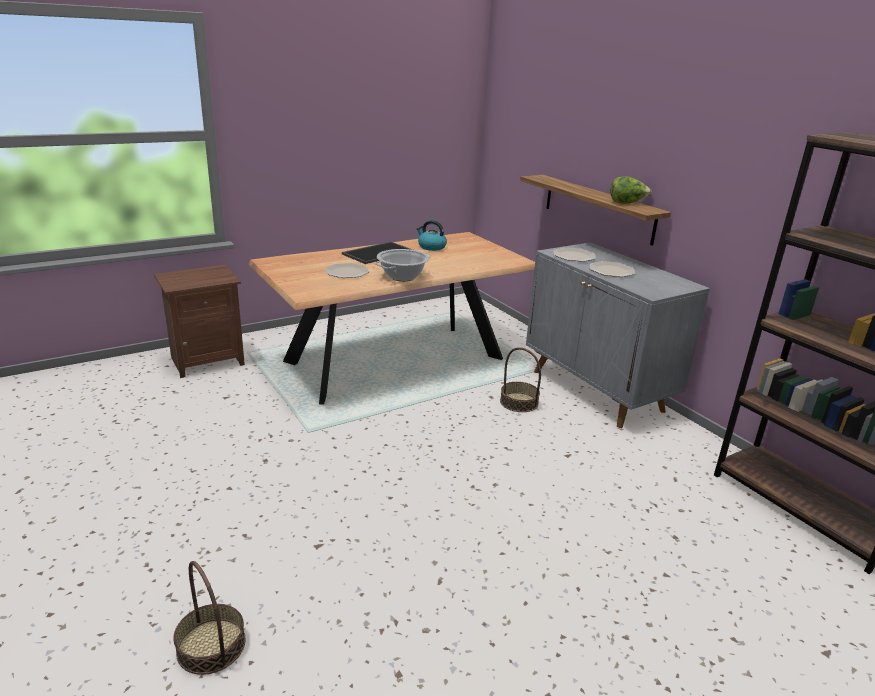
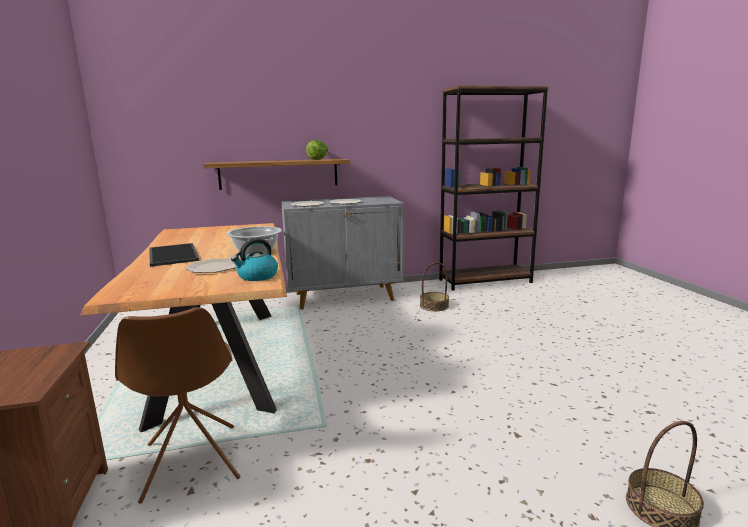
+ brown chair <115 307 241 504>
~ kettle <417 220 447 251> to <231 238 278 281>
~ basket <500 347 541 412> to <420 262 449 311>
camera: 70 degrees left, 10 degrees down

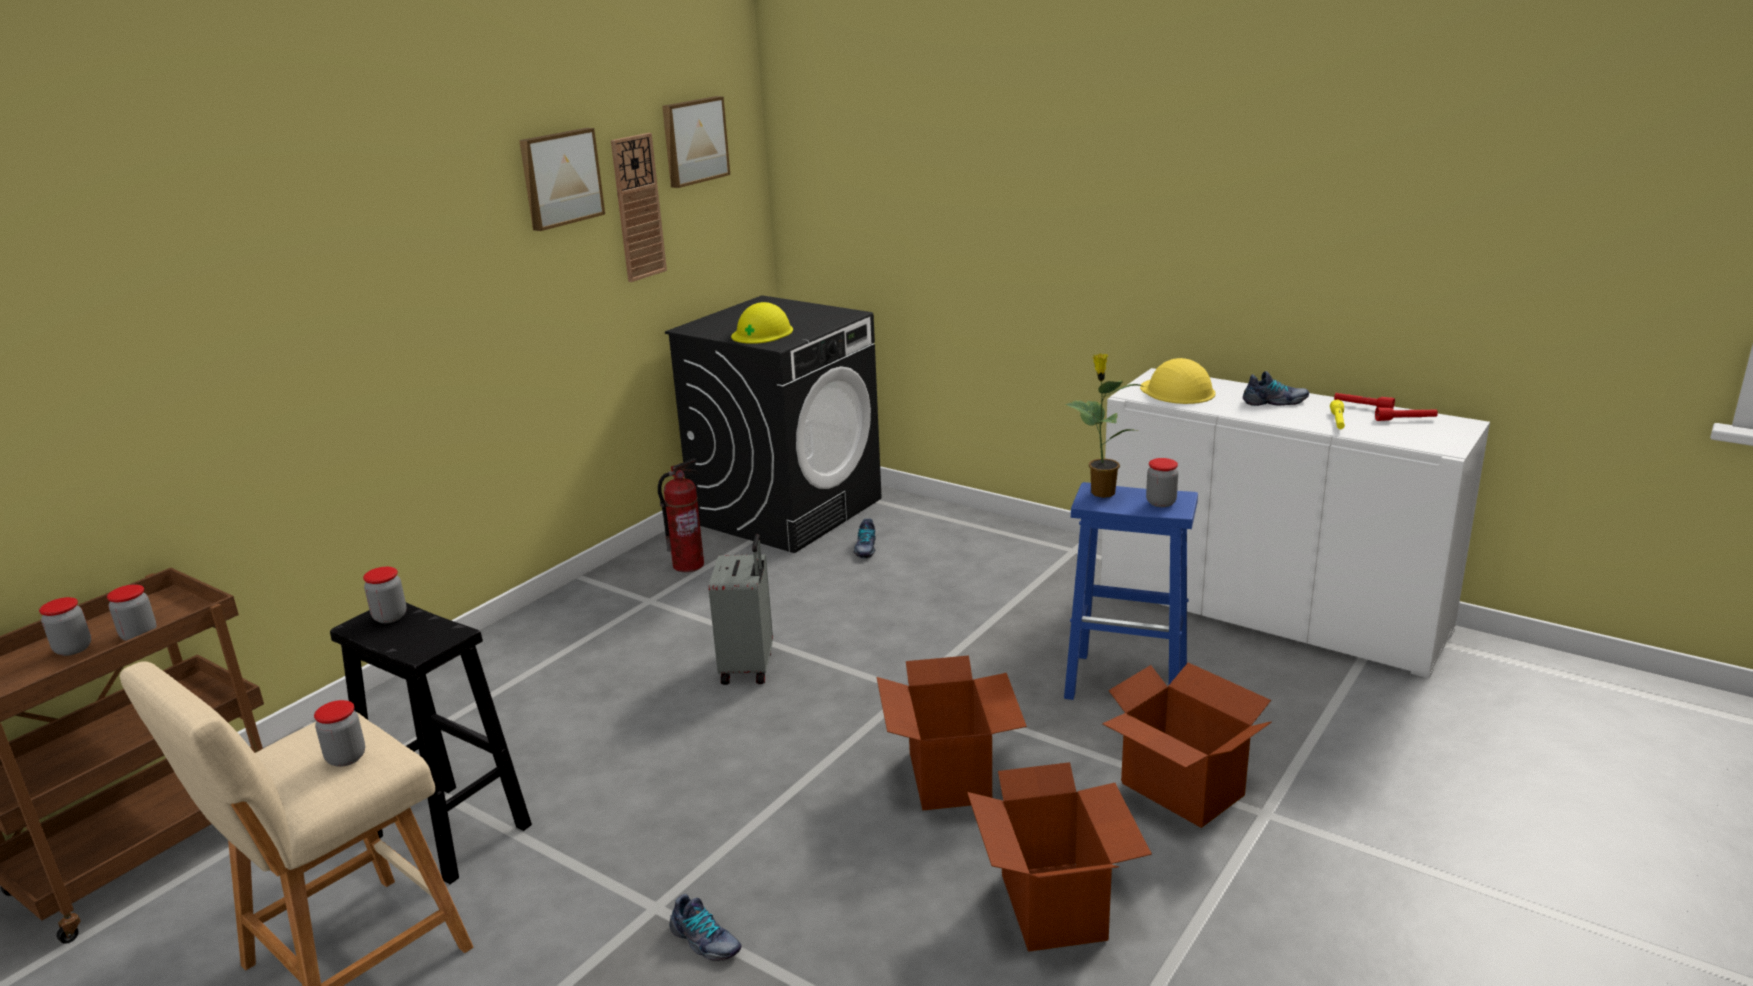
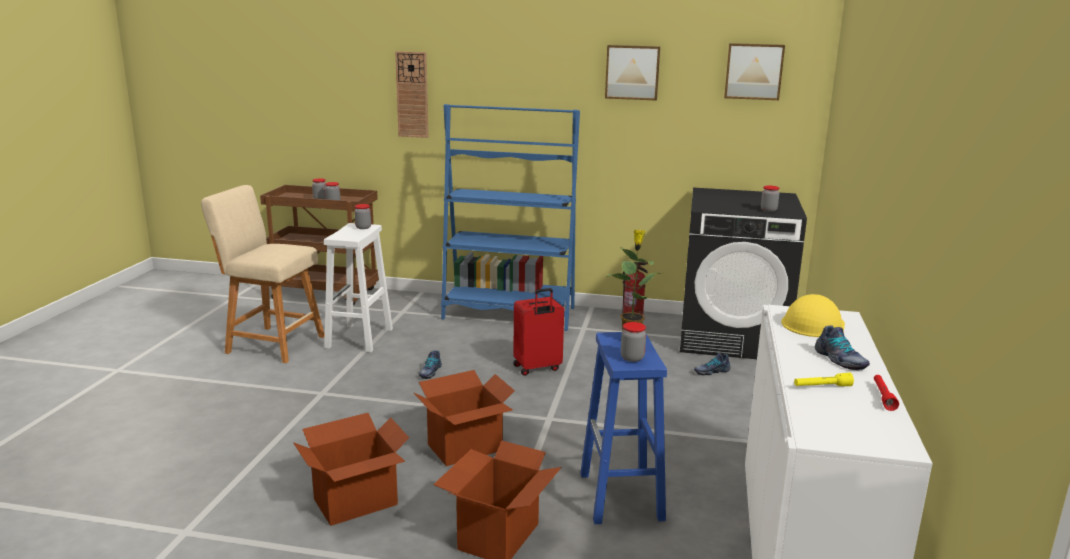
~ black stool <330 603 532 884> to white stool <324 223 393 352>
~ wall clock <611 133 667 282> to <395 51 428 138>
~ shoe <669 894 742 961> to <419 350 442 379>
+ blue bookcase <441 104 580 331>
~ grey suitcase <709 534 773 685> to red suitcase <513 288 564 376>
~ jar <314 700 365 767> to <761 186 779 212>
- yellow hard hat <731 302 793 344>
- red flashlight <1375 407 1438 421>
camera: 65 degrees right, 5 degrees down

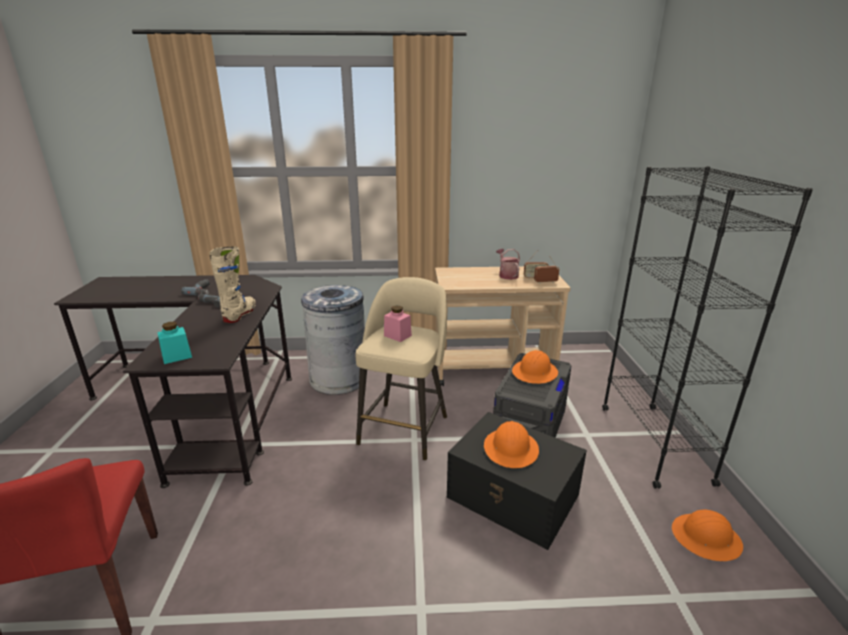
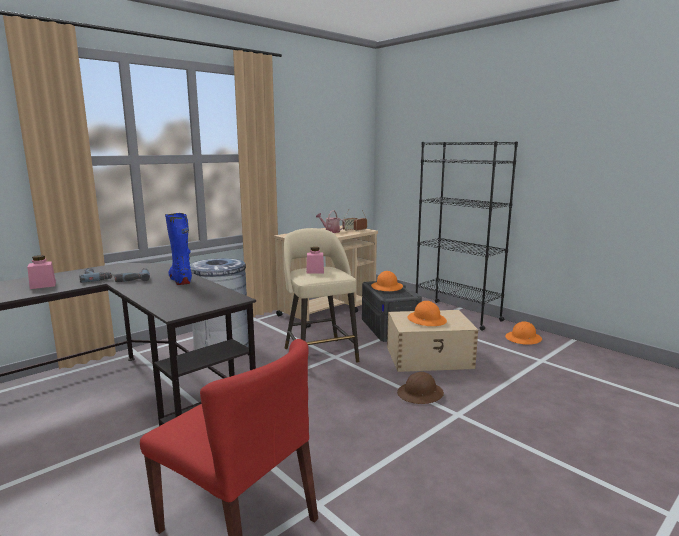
+ pink jar <27 255 56 289>
~ beige boot <209 246 256 323> to blue boot <165 213 192 285>
~ black storage box <447 412 587 550> to beige storage box <387 310 478 372>
+ brown hard hat <397 372 444 404>
- turquoise jar <157 322 192 364>
camera: 40 degrees left, 10 degrees down

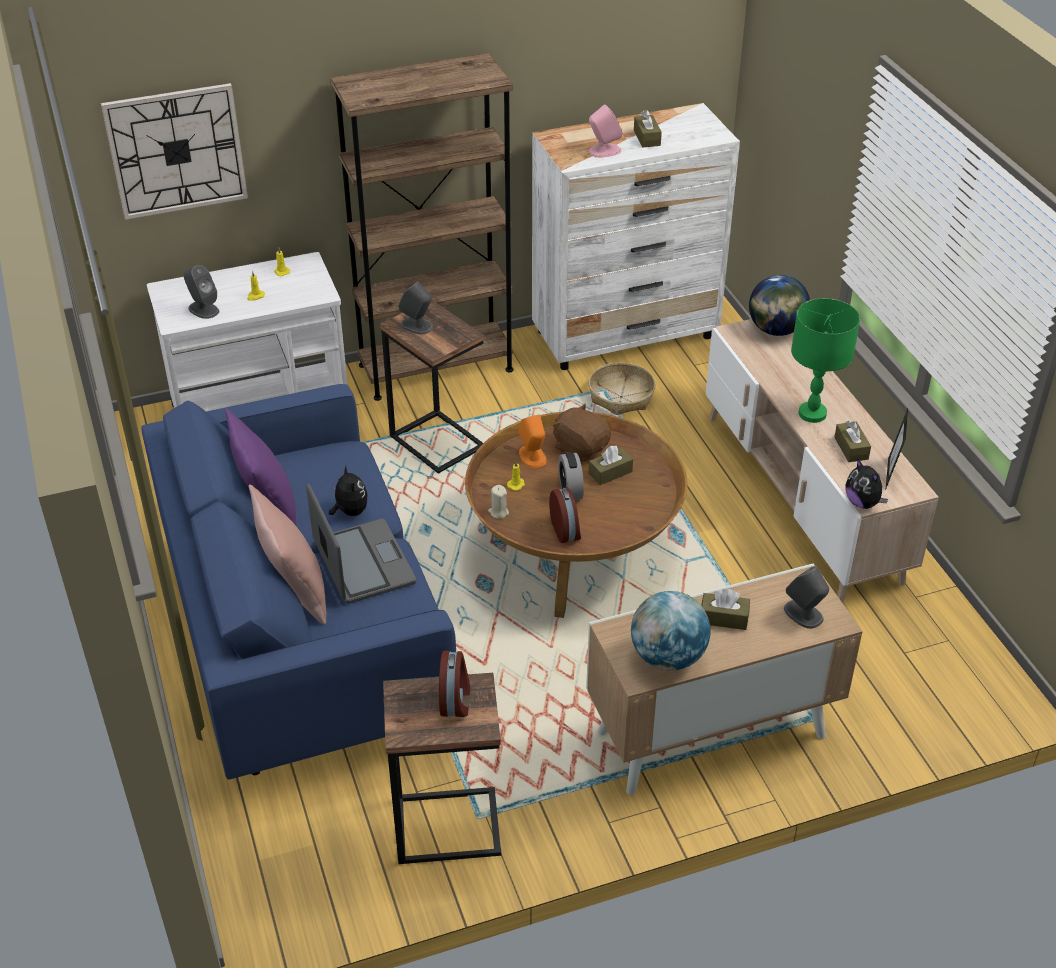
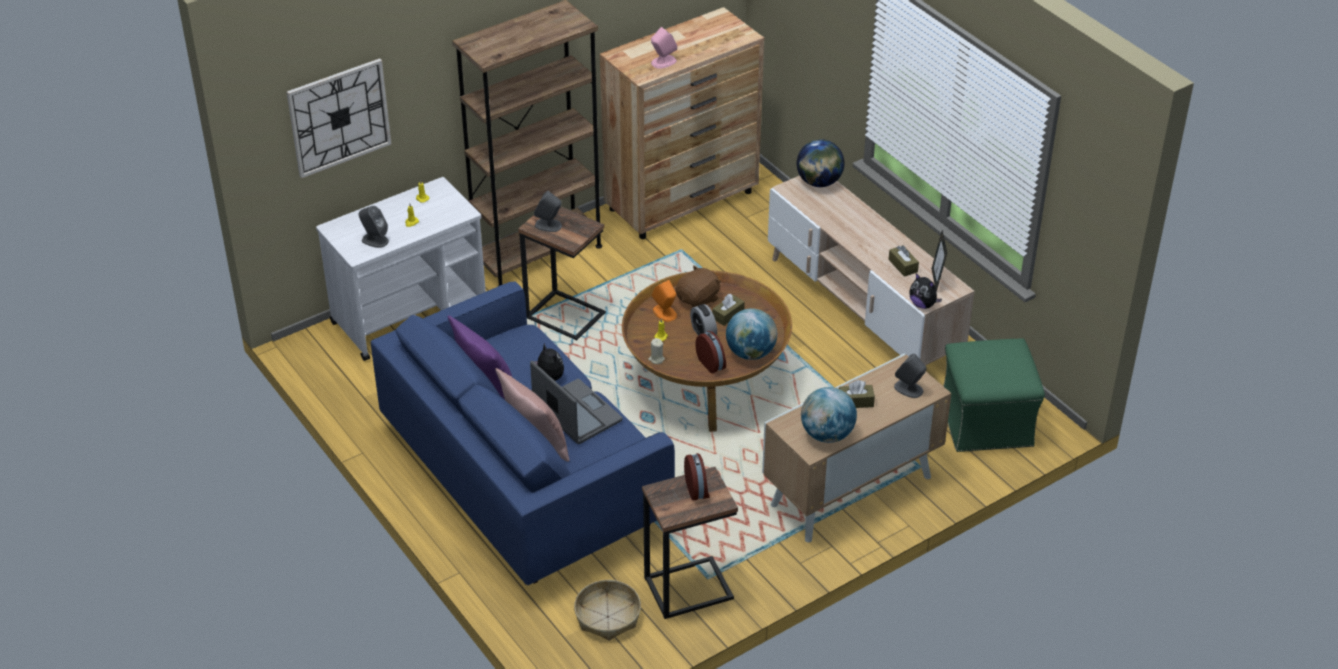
~ basket <589 363 656 415> to <574 580 641 641>
~ white dresser <532 103 740 370> to brown dresser <600 7 764 239>
~ brown plush toy <553 404 611 462> = <676 265 721 307> 105 degrees clockwise
+ globe <726 308 777 360>
+ green ottoman <944 338 1045 452>
- brown tissue box <634 110 662 148>
- green table lamp <791 298 860 423>
camera: 15 degrees left, 0 degrees up

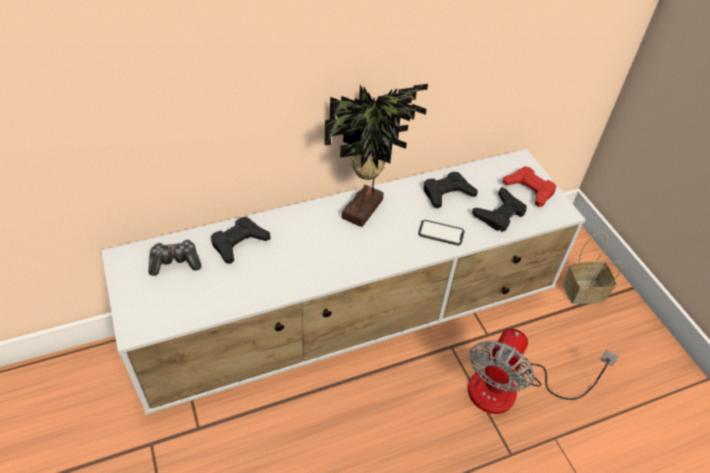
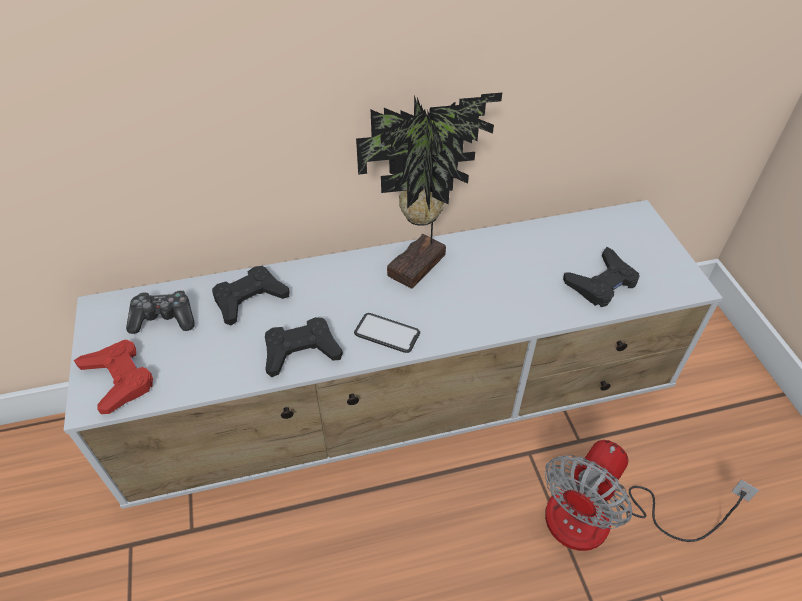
~ red game controller <502 166 557 207> to <74 339 153 414>
~ black game controller <424 172 478 209> to <265 317 343 377>
~ phone <418 220 465 245> to <354 313 420 353>
- basket <564 232 621 304>
camera: 10 degrees right, 0 degrees up

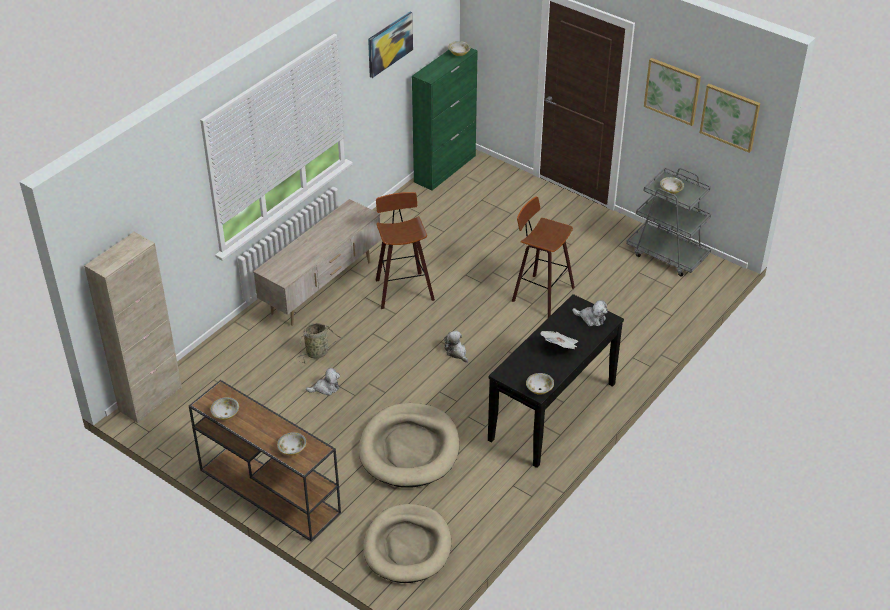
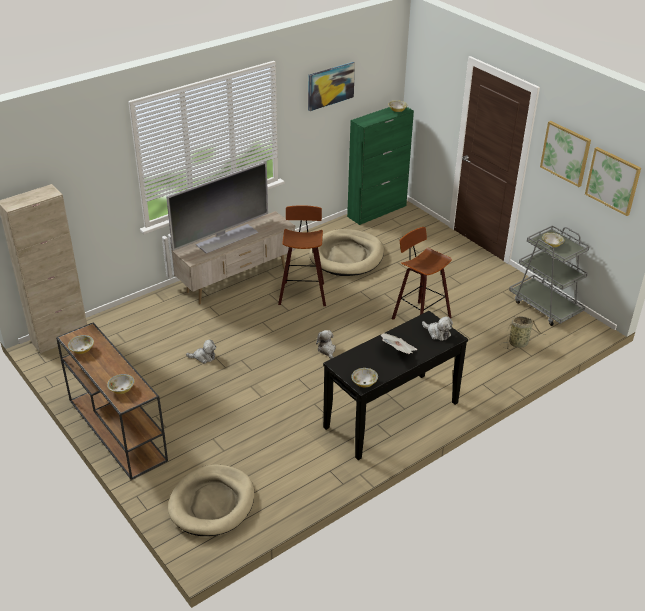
+ television <166 161 268 254>
~ beige dog bed <359 403 460 488> to <309 229 384 276>
~ basket <296 323 341 364> to <500 316 546 350>
camera: 15 degrees right, 5 degrees down

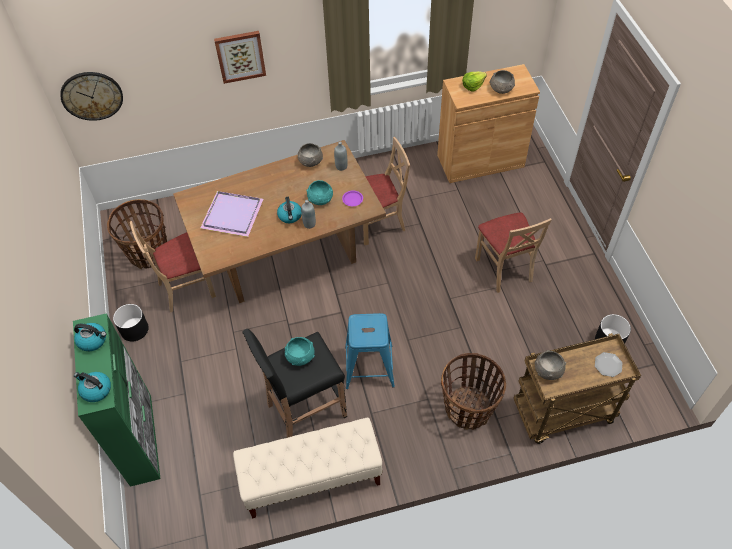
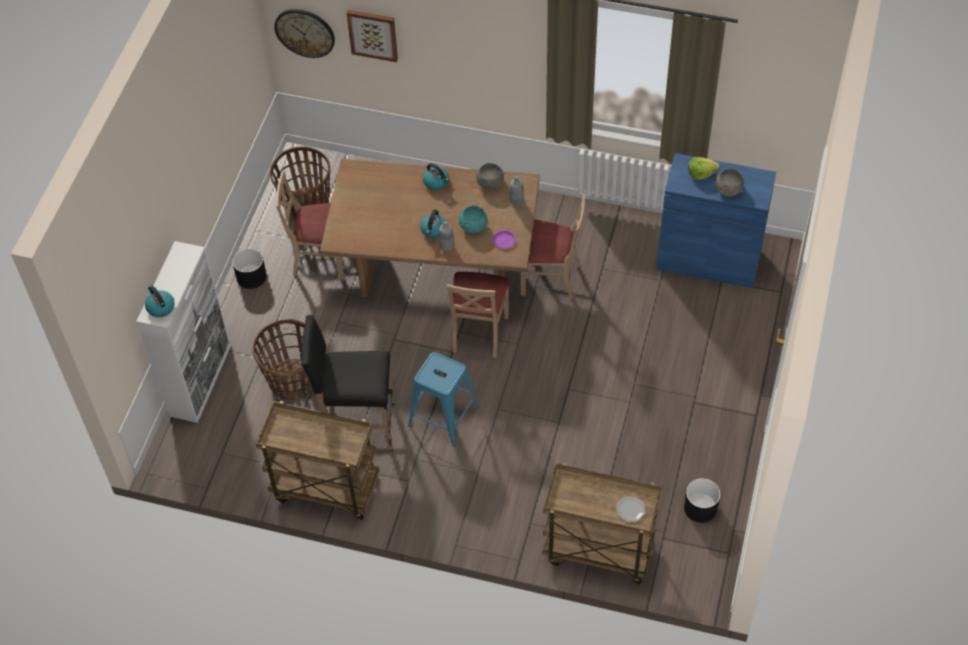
~ green cabinet <73 313 161 487> to white cabinet <136 241 231 423>
~ basket <441 353 506 430> to <253 319 313 401>
~ beige bench <233 417 383 519> to brown cart <256 401 379 520>
~ picture <214 31 266 84> to <347 10 398 62>
~ kettle <74 323 106 351> to <423 163 449 190>
~ beige chair <475 212 552 293> to <447 272 510 358>
~ brown cabinet <437 64 540 183> to blue cabinet <657 153 776 288>
- purple tray <200 191 263 237>
- turquoise bowl <285 337 315 366>
- grey bowl <535 350 566 380>
camera: 30 degrees right, 0 degrees up

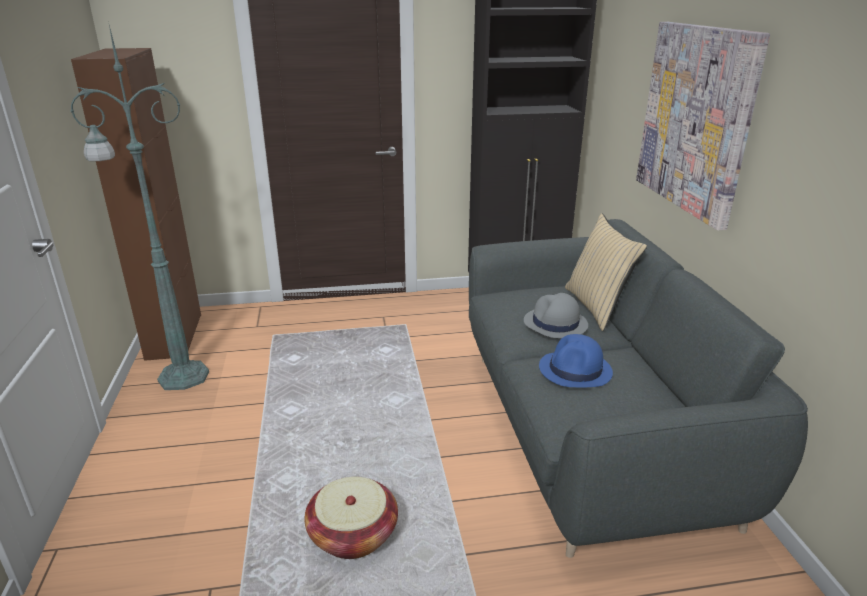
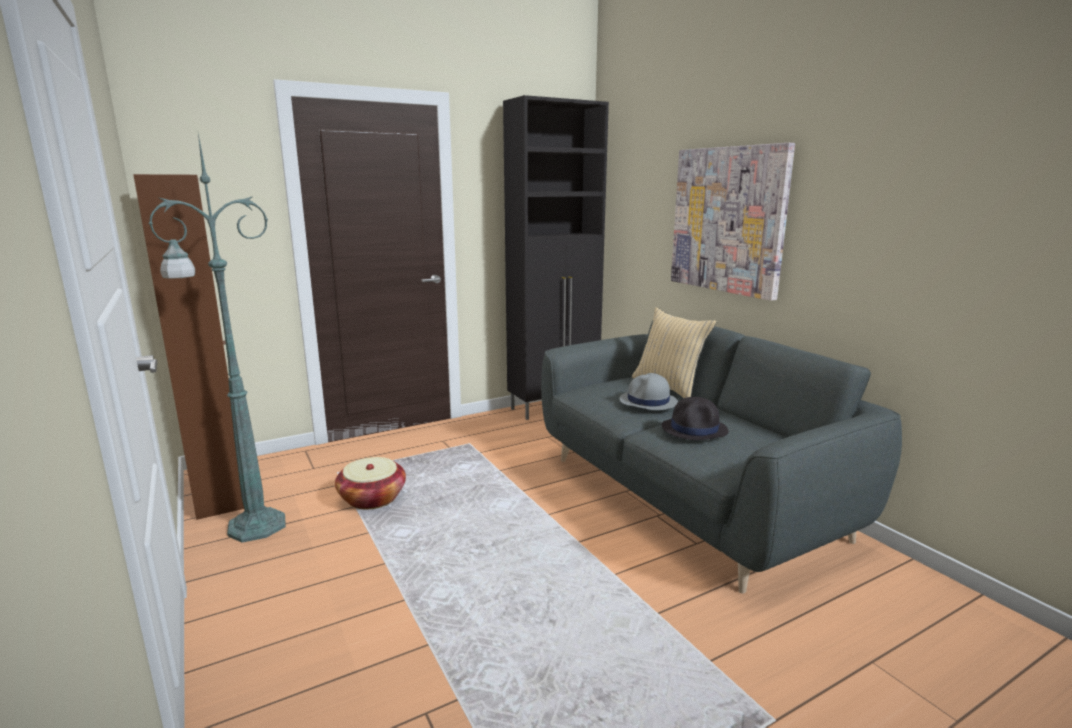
~ basket <304 477 398 559> to <335 457 406 509>
~ blue hat <539 334 613 387> to black hat <662 397 729 440>
camera: 20 degrees left, 10 degrees down

